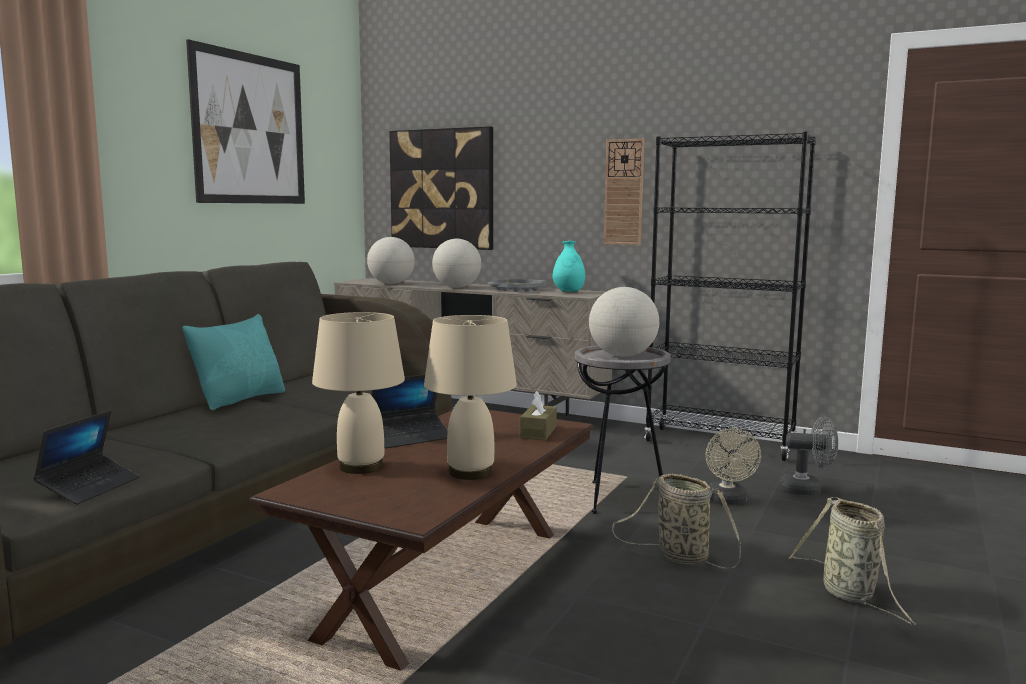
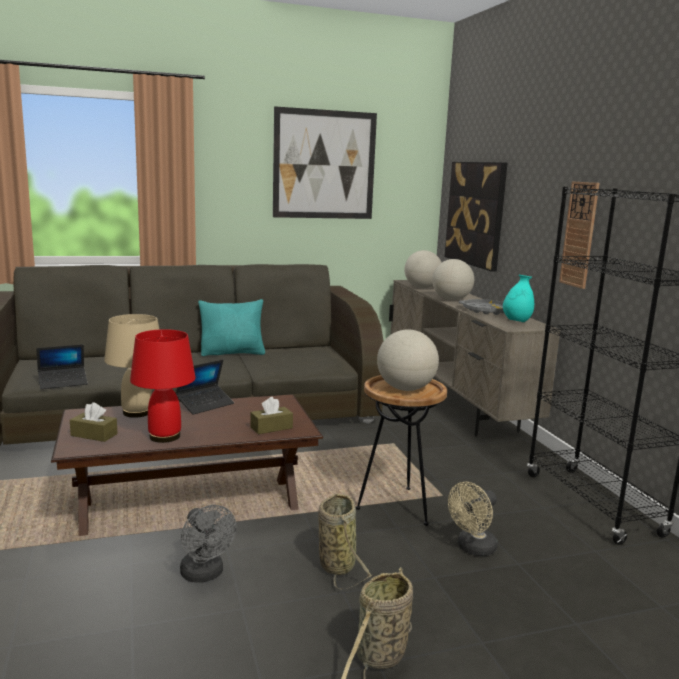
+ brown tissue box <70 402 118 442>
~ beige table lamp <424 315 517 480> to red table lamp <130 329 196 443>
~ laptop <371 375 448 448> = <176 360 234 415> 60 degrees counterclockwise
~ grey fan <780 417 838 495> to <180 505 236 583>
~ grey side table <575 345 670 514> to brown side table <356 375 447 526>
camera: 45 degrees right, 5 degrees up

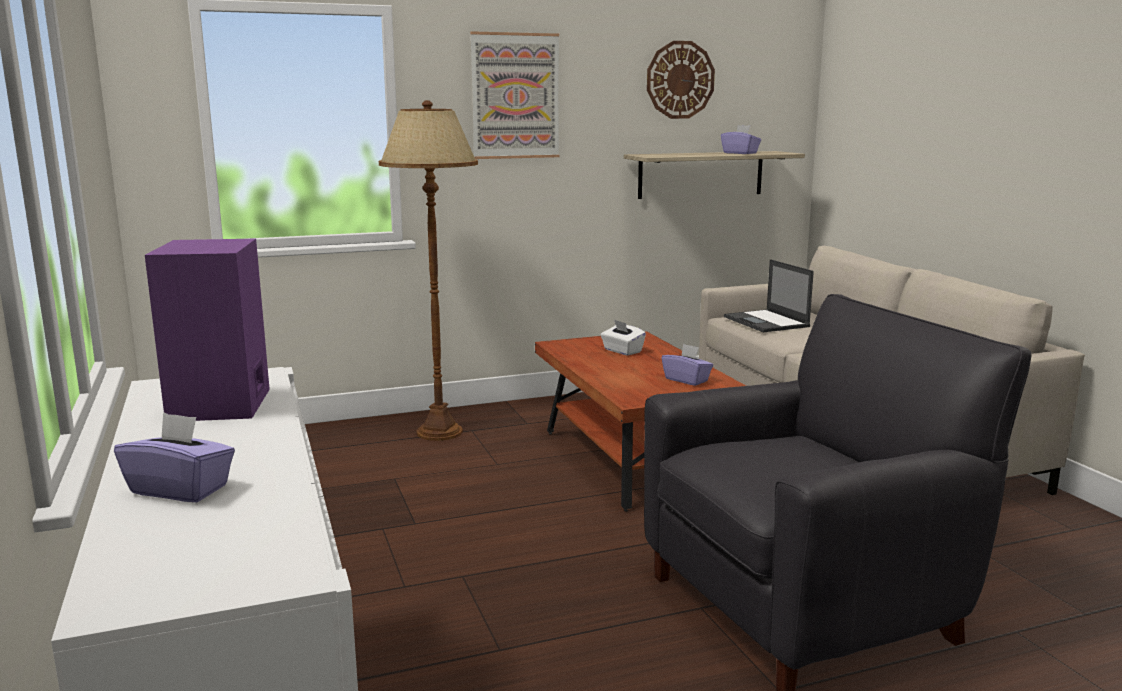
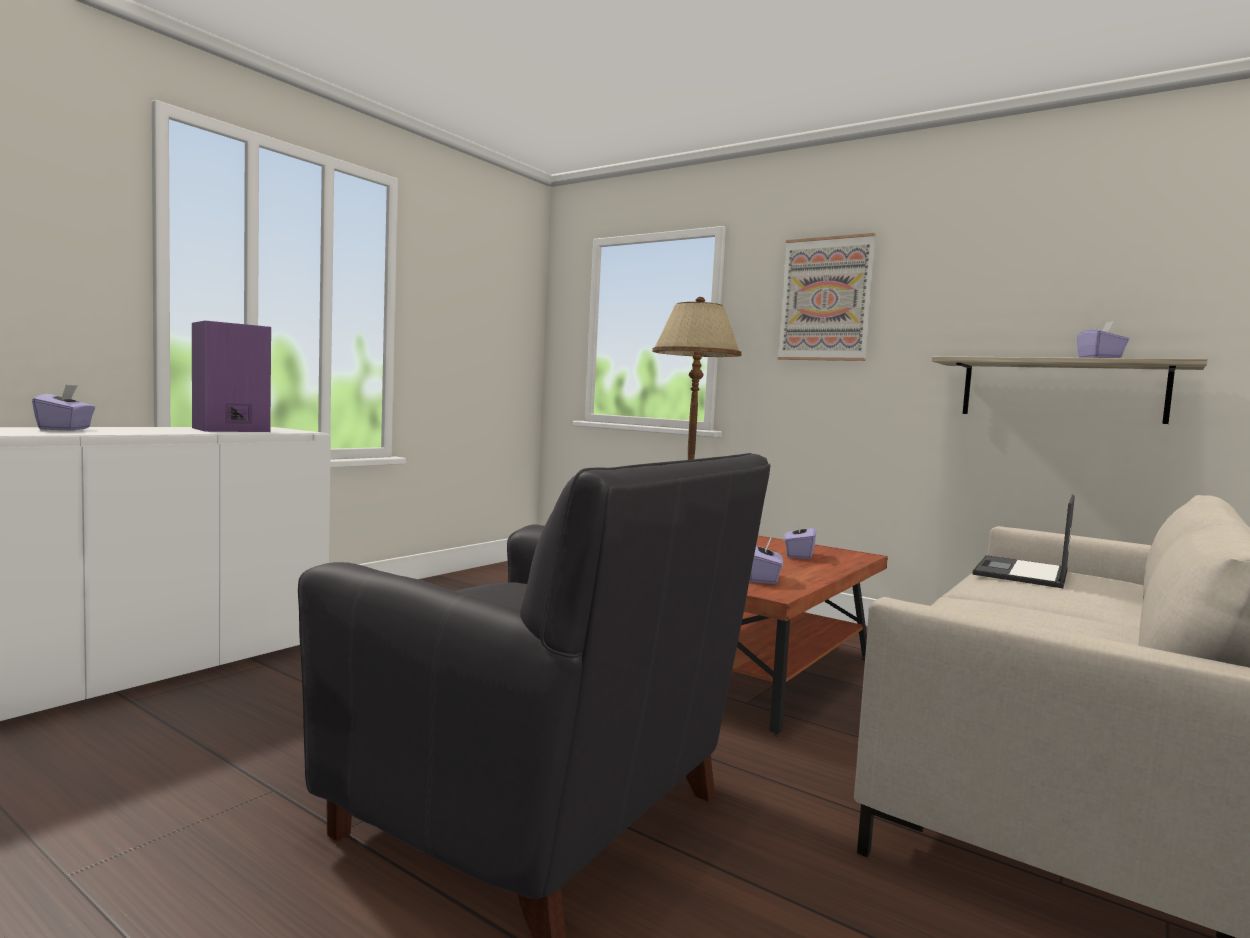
~ white tissue box <601 320 646 356> to purple tissue box <784 518 816 559>
- wall clock <647 41 715 119>
camera: 55 degrees right, 10 degrees down

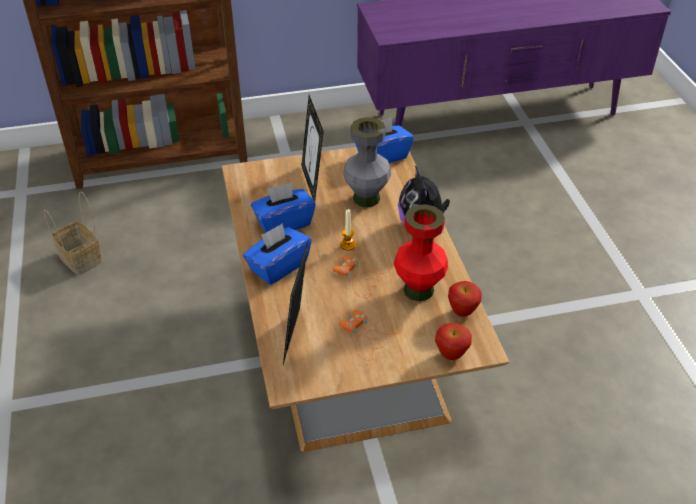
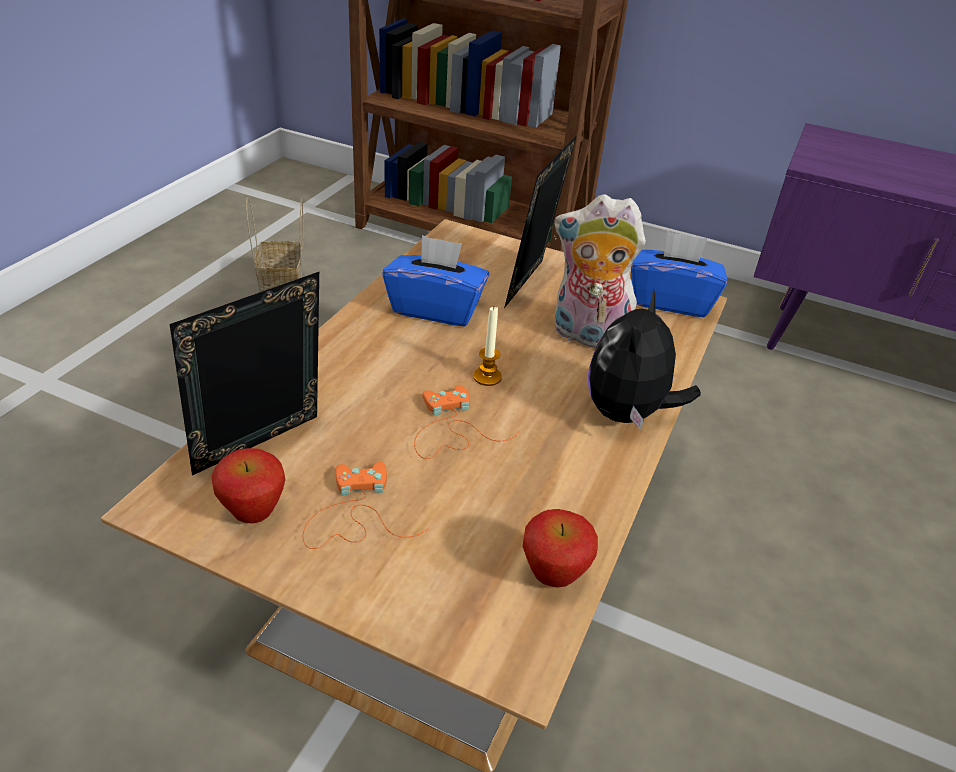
~ apple <435 323 472 360> to <212 448 286 523>
~ grey vase <343 117 391 207> to plush toy <554 194 646 348>
- blue tissue box <243 223 312 285>
- red vase <394 204 448 301>
camera: 35 degrees right, 5 degrees down

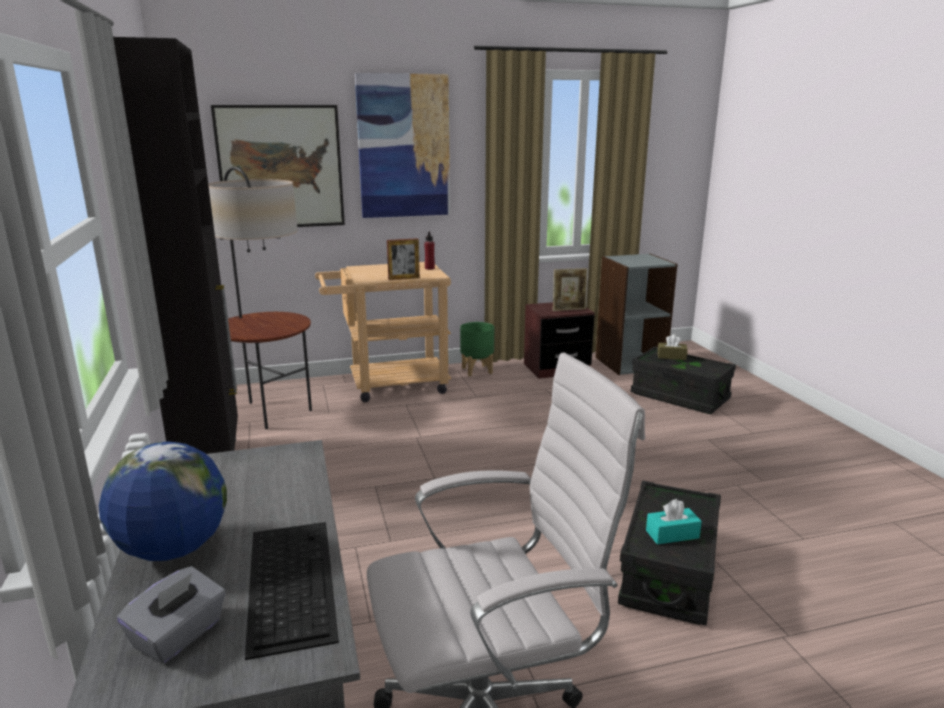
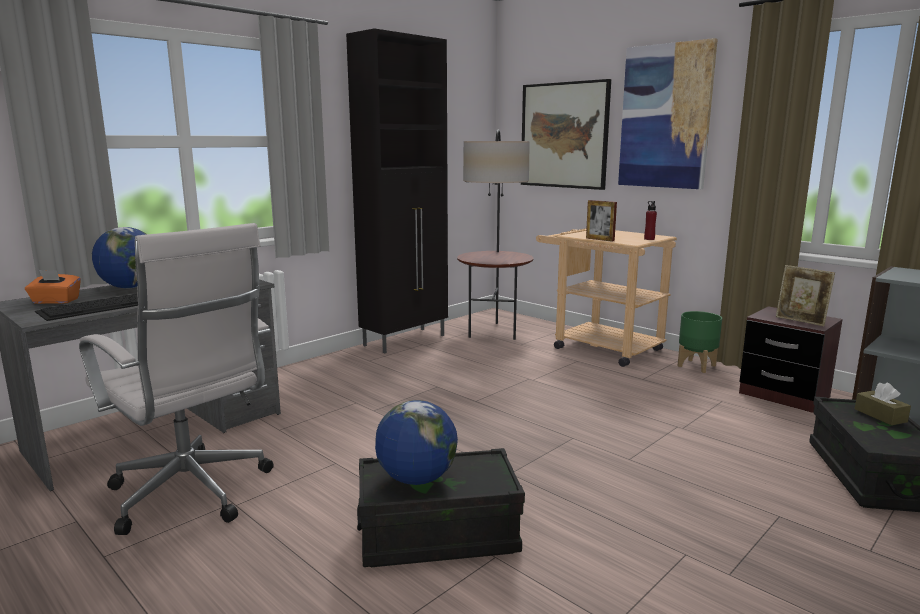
~ grey tissue box <117 566 226 663> to orange tissue box <25 270 81 304>
~ turquoise tissue box <646 499 702 544> to globe <375 400 458 485>
camera: 60 degrees right, 5 degrees down

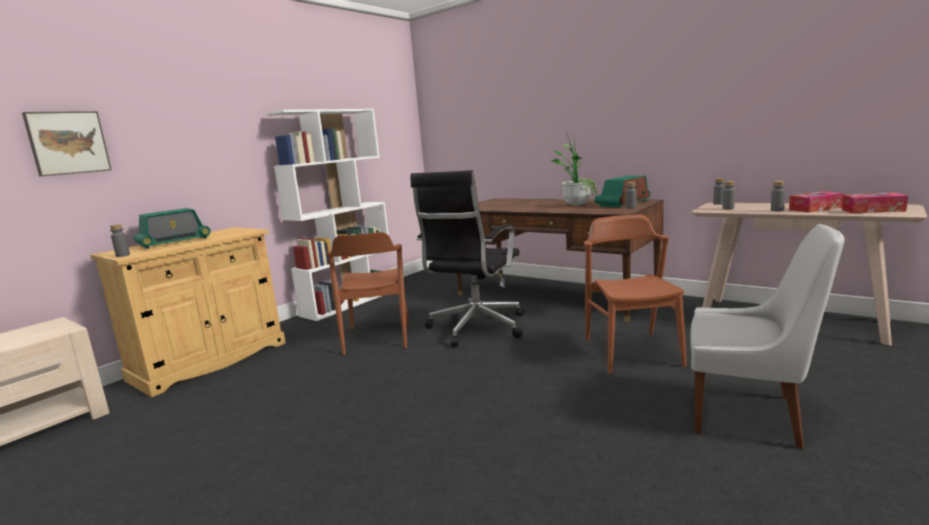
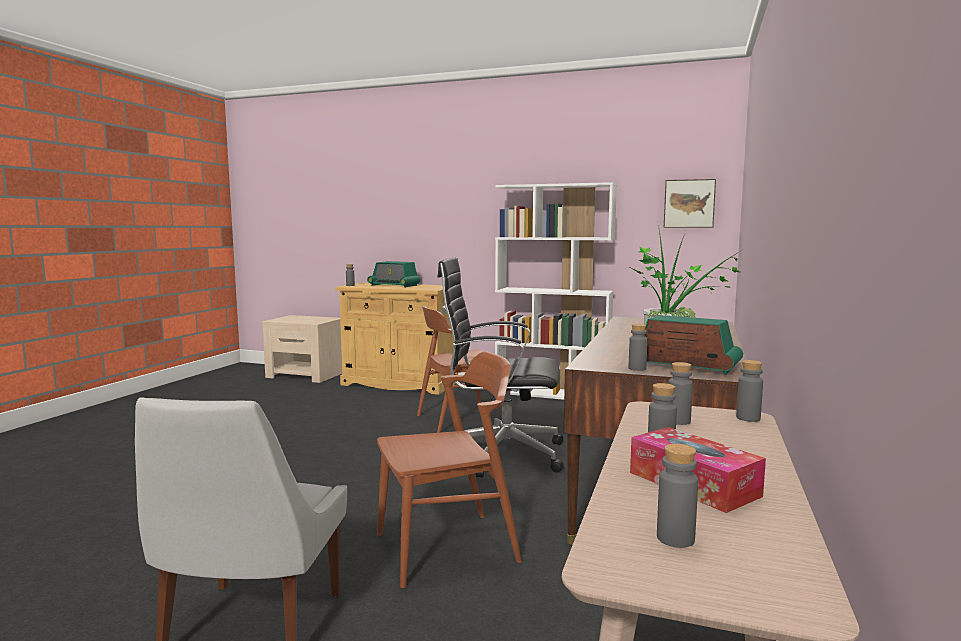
~ tissue box <842 193 908 213> to grey bottle <657 444 698 548>
~ picture <22 111 112 177> to <664 179 716 228>
camera: 70 degrees right, 5 degrees down

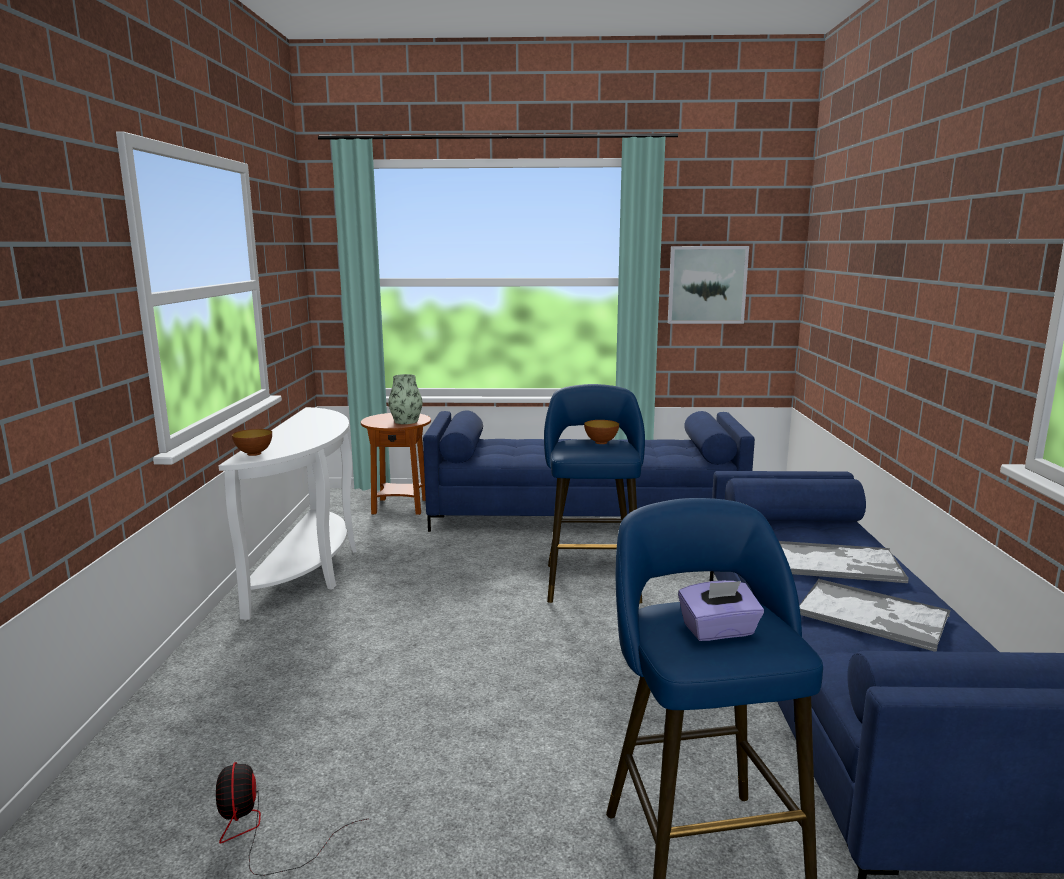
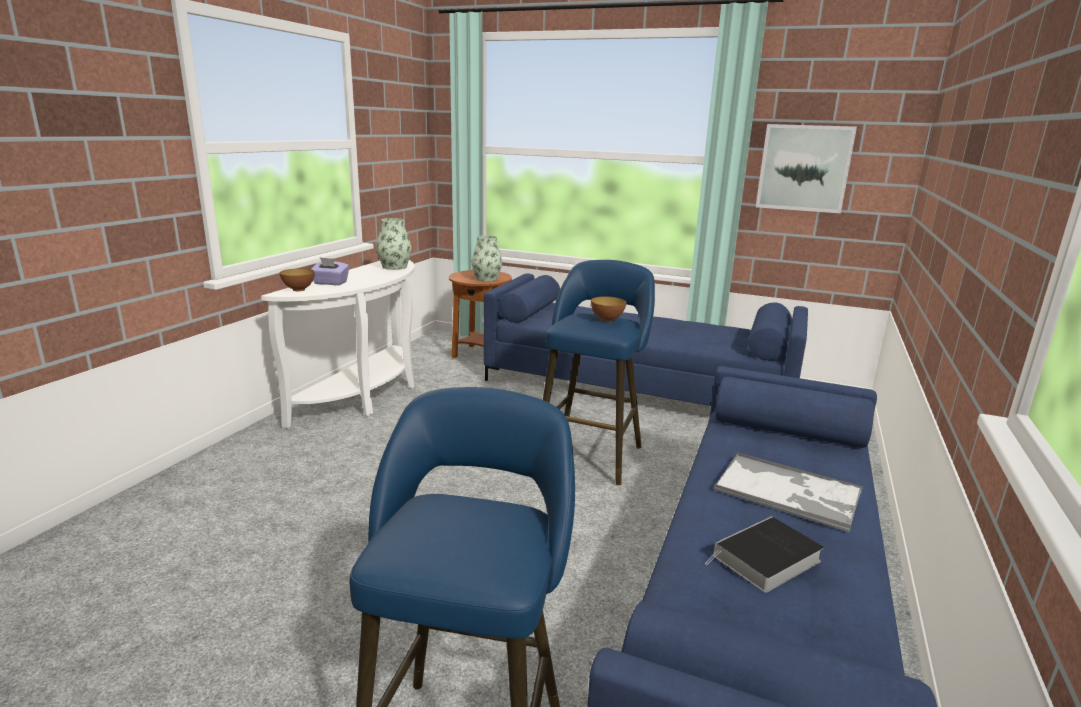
~ purple tissue box <678 581 764 641> to <312 257 349 285>
+ vase <376 218 411 270>
~ tray <799 579 950 652> to book <705 516 824 593>
- fan <216 762 369 876>
camera: 20 degrees right, 5 degrees up

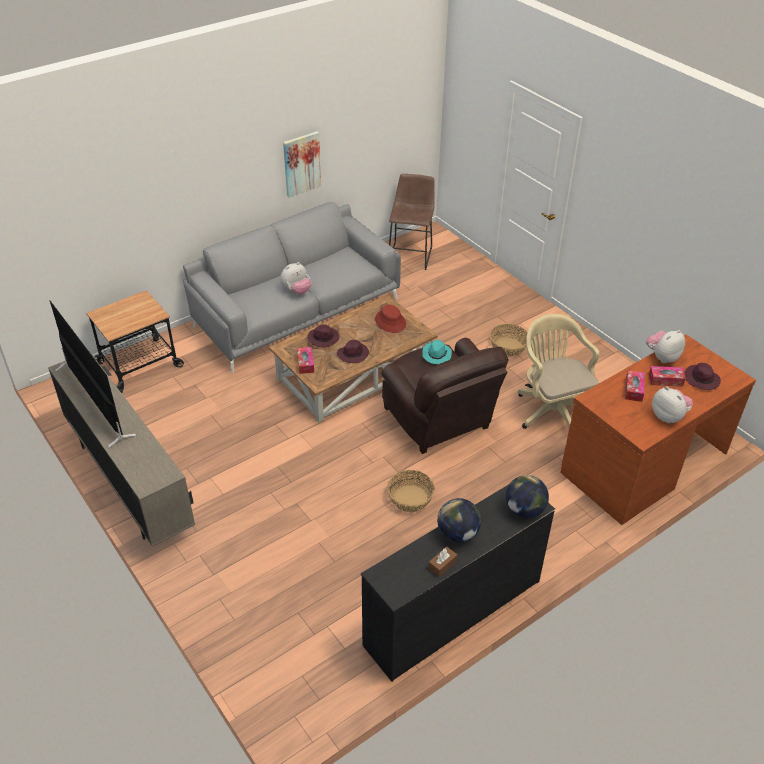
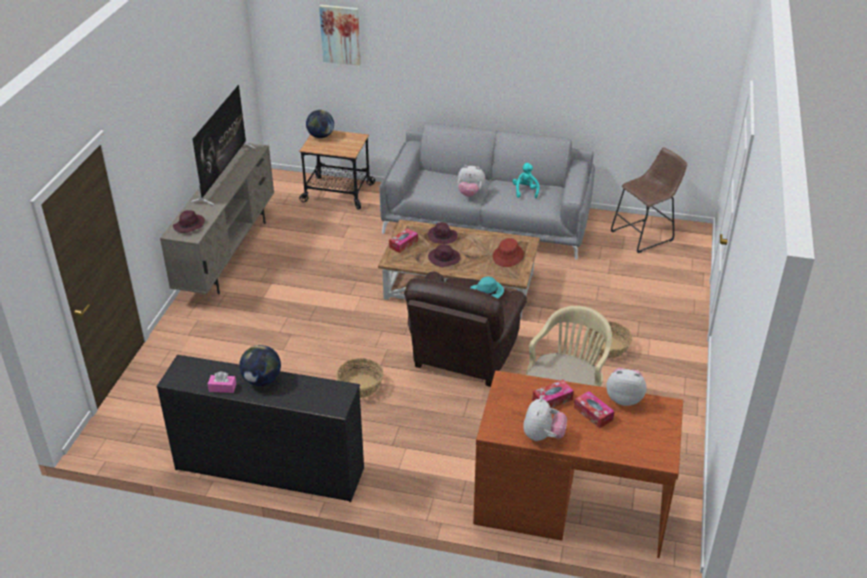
~ purple hat <685 363 721 390> to <173 210 205 233>
~ brown tissue box <428 546 457 577> to pink tissue box <208 371 236 393>
~ globe <506 475 549 518> to <306 110 334 138>
~ picture <283 131 321 198> to <319 5 361 66>
+ turquoise plush toy <512 163 540 198>
camera: 50 degrees right, 5 degrees down

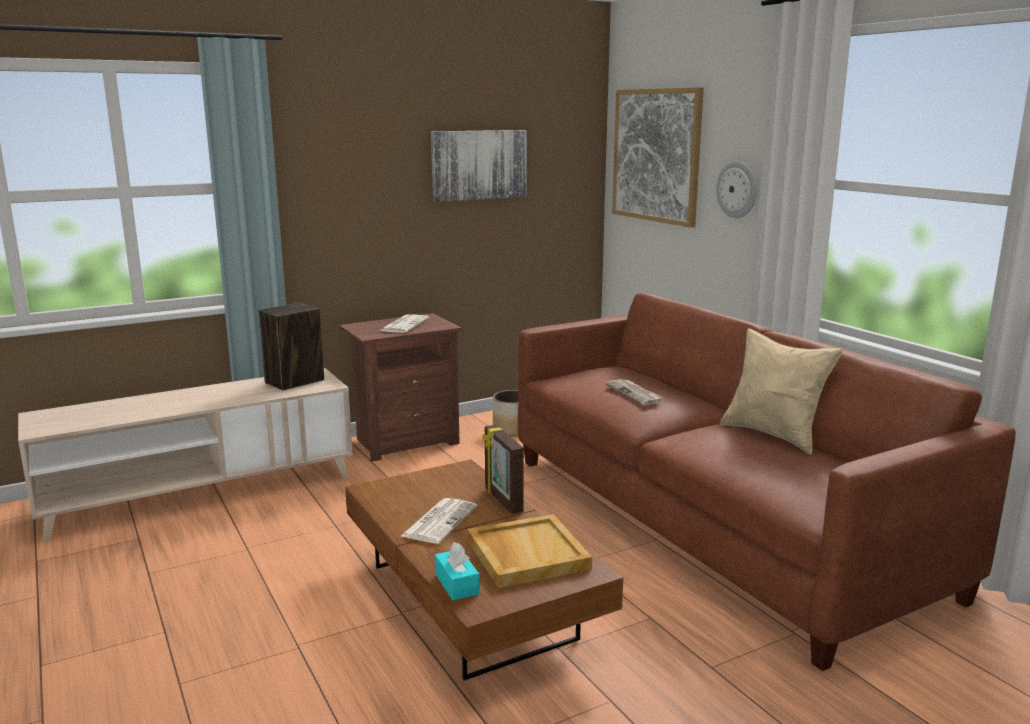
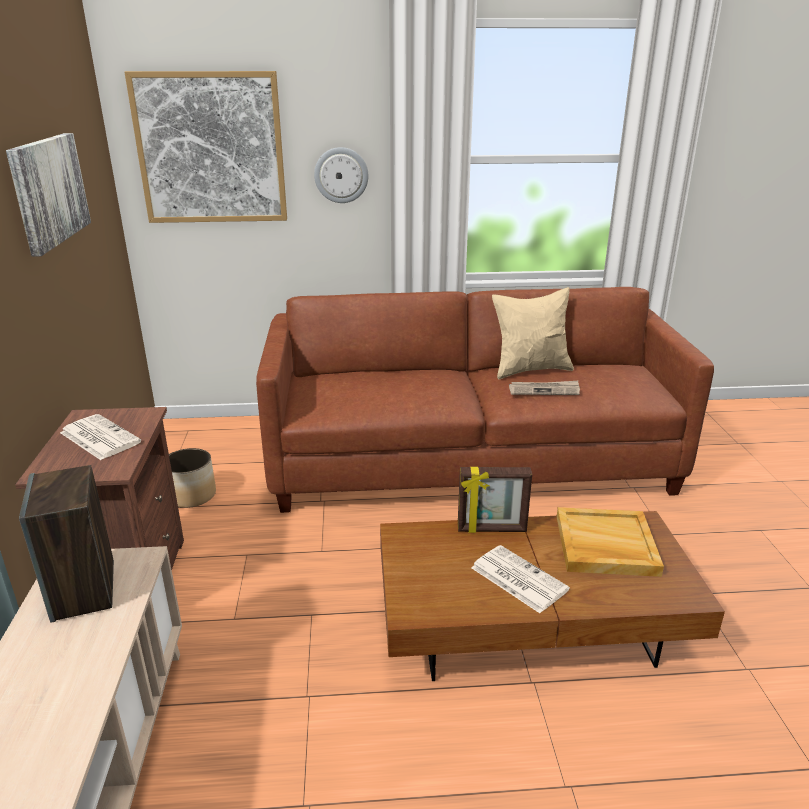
~ newspaper <605 379 663 406> to <509 381 580 395>
- turquoise tissue box <435 542 480 600>
camera: 65 degrees left, 10 degrees up

